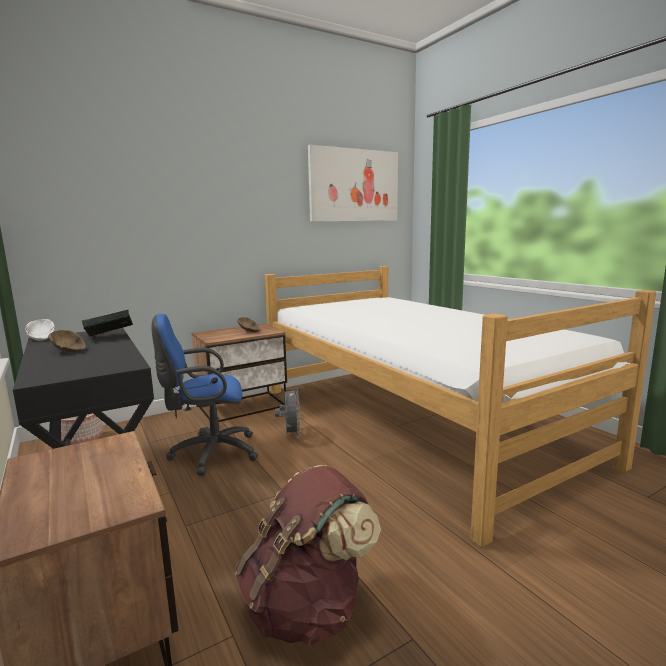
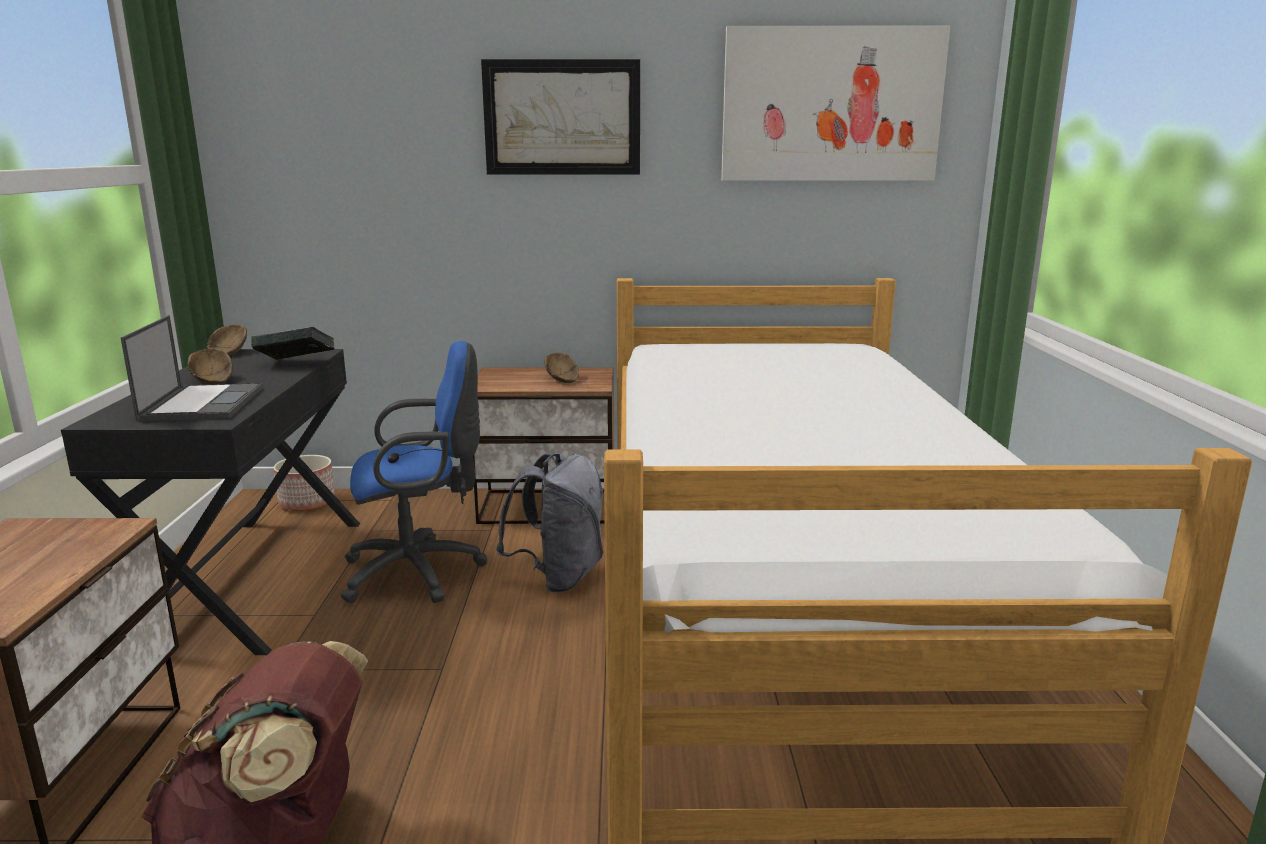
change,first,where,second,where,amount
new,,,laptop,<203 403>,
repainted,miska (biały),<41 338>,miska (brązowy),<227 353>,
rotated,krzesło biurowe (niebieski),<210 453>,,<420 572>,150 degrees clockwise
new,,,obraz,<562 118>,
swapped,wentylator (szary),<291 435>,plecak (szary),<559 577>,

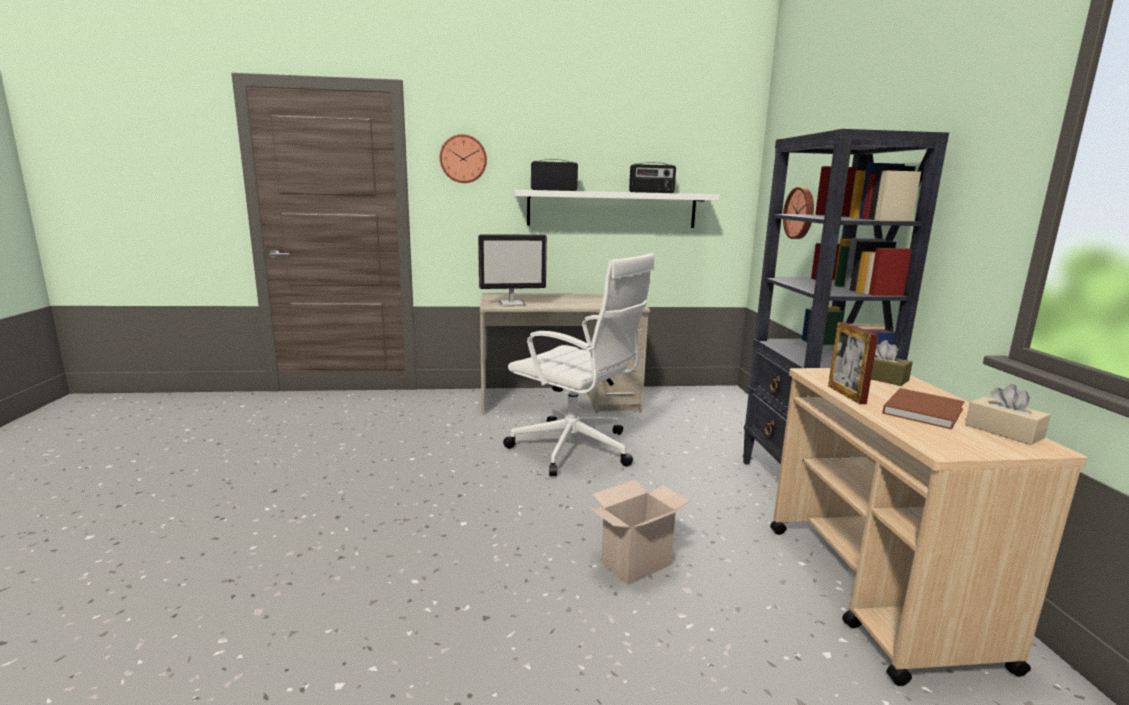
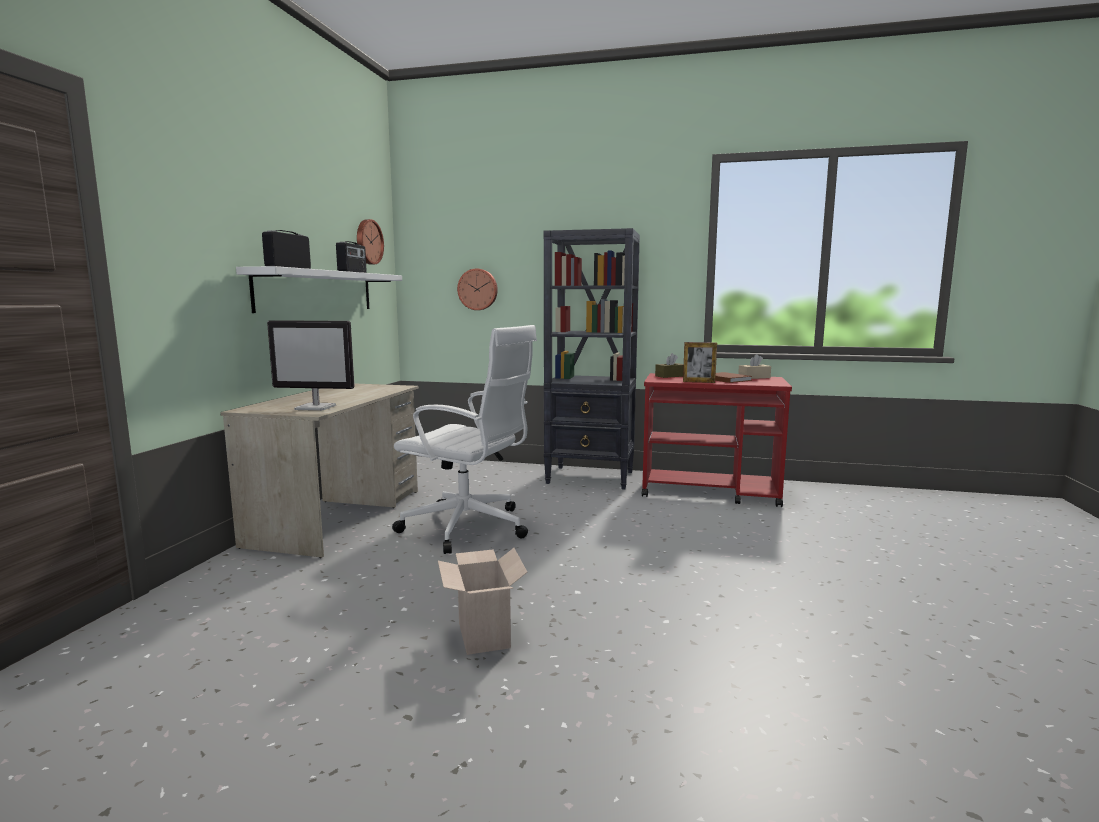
change,first,where,second,where,amount
rotated,monitor,<512 304>,,<316 408>,90 degrees clockwise
shifted,zegar ścienny,<463 159>,,<368 242>,
rotated,krzesło biurowe (biały),<575 449>,,<469 528>,60 degrees clockwise
shifted,karton,<636 562>,,<481 634>,
repainted,wózek (beżowy),<877 593>,wózek (czerwony),<710 492>,

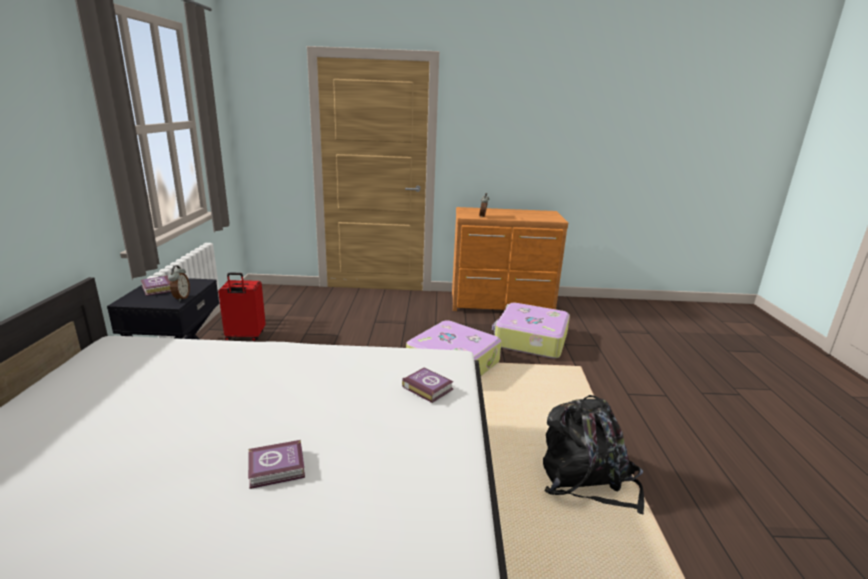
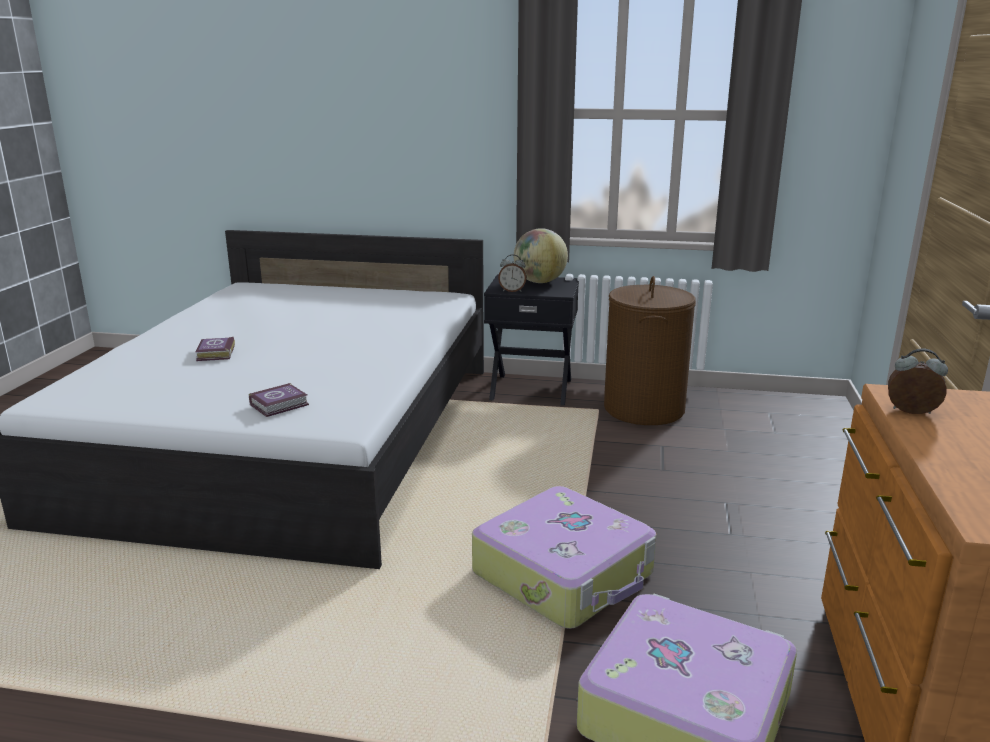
change,first,where,second,where,amount
swapped,książka,<157 289>,globus,<539 282>,
swapped,walizka (czerwony),<245 337>,kosz na pranie (brązowy),<643 409>,
gone,plecak (czarny),<586 479>,,,

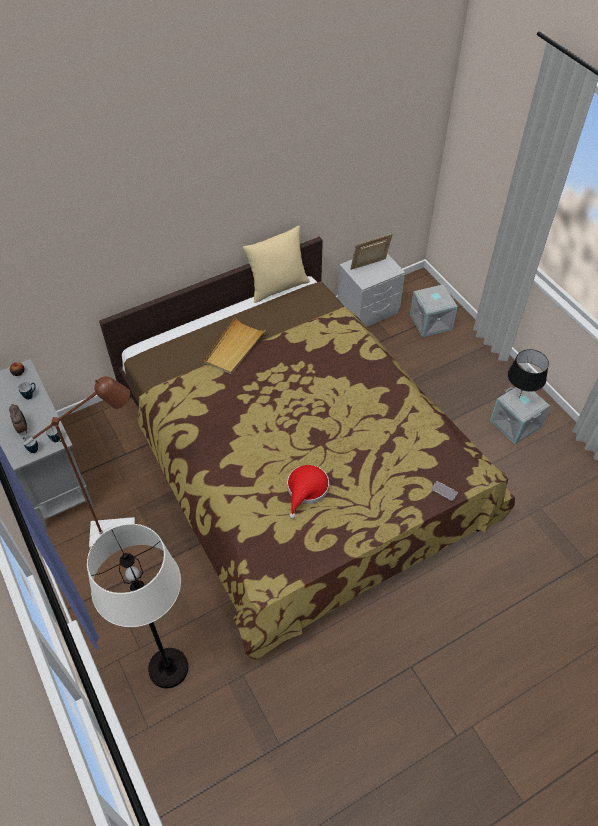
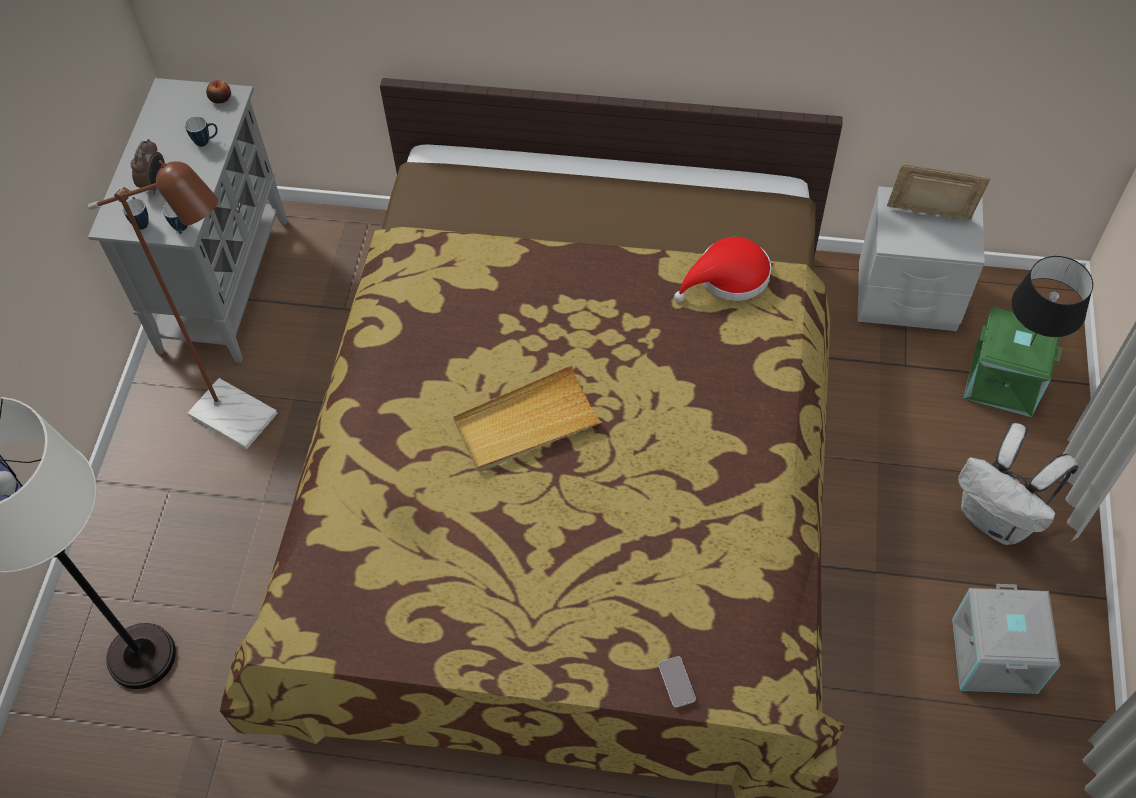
change,first,where,second,where,amount
shifted,taca (beżowy),<234 348>,,<526 423>,
shifted,kapelusz (czerwony),<306 490>,,<728 277>,
new,,,plecak (biały),<997 518>,
repainted,pojemnik do przechowywania (szary),<430 321>,pojemnik do przechowywania (zielony),<1004 379>,
shifted,lampa stołowa (czarny),<519 398>,,<1030 345>,
gone,poduszka (beżowy),<277 287>,,,

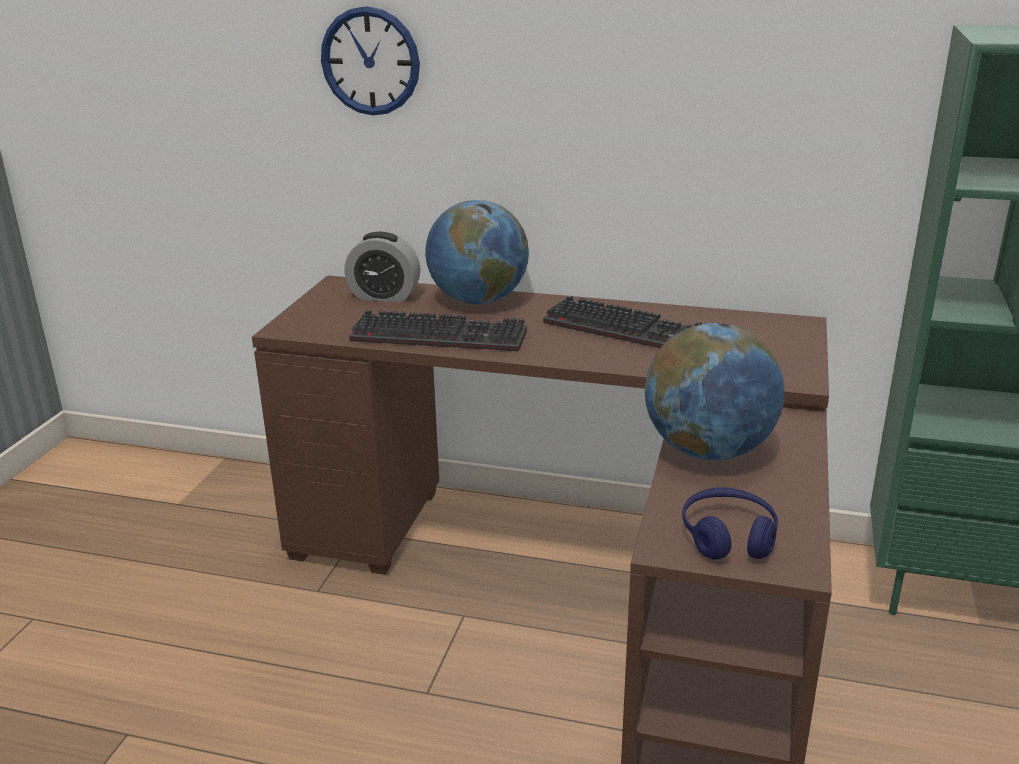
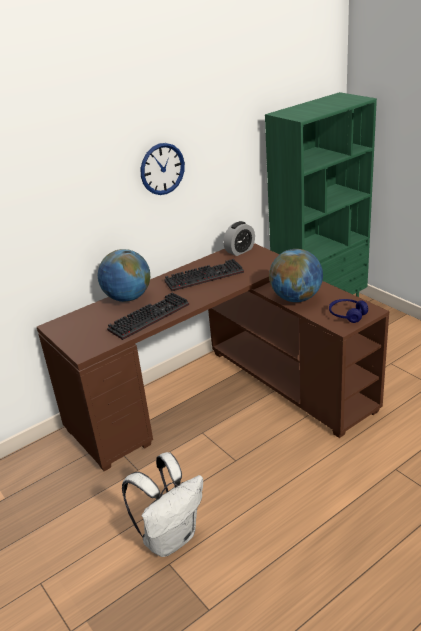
change,first,where,second,where,amount
new,,,plecak (biały),<171 537>,
shifted,zegar ścienny,<370 61>,,<162 169>,
shifted,budzik,<384 296>,,<240 251>,

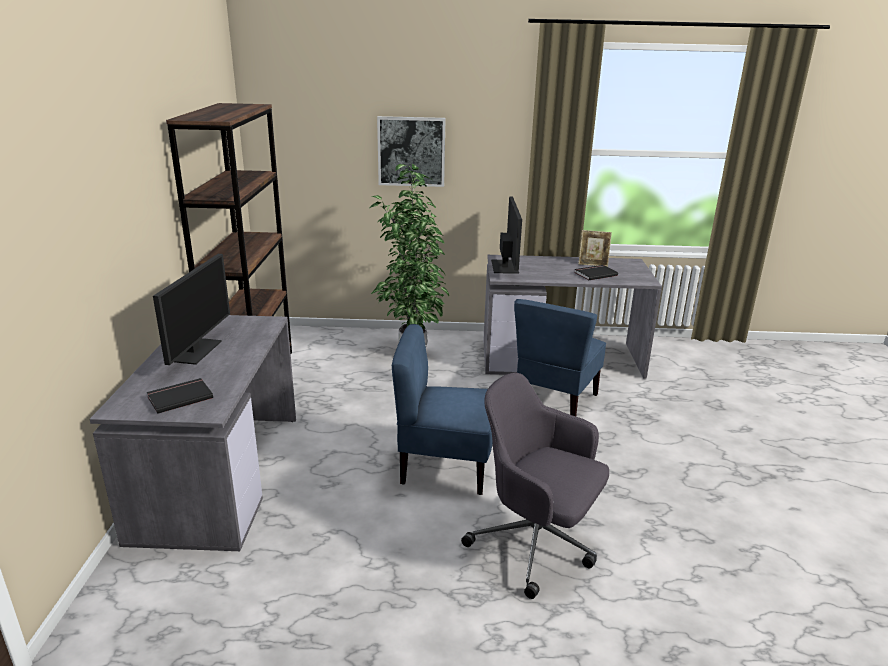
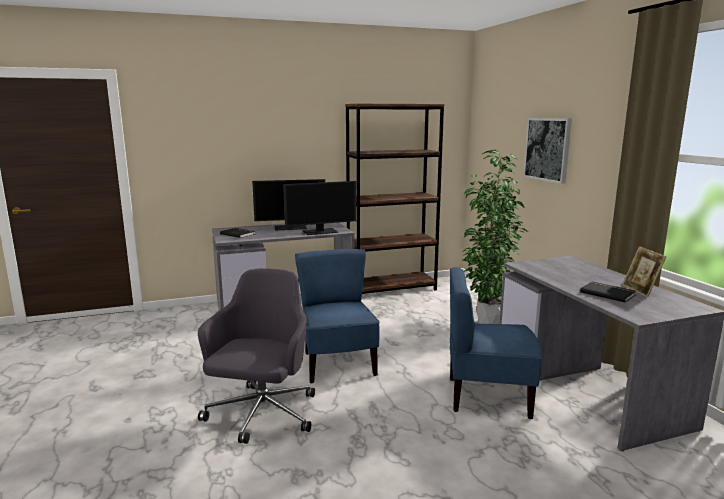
change,first,where,second,where,amount
shifted,monitor,<505 266>,,<320 231>,

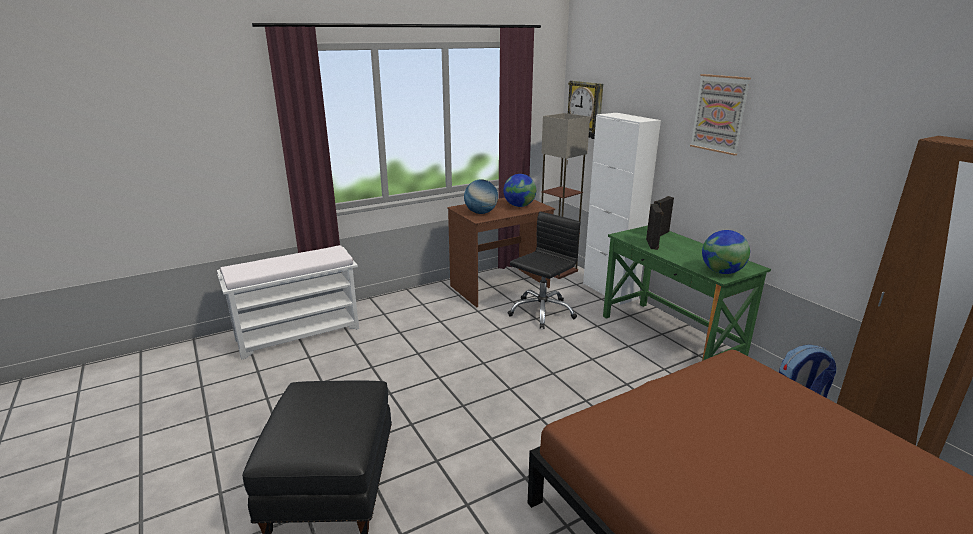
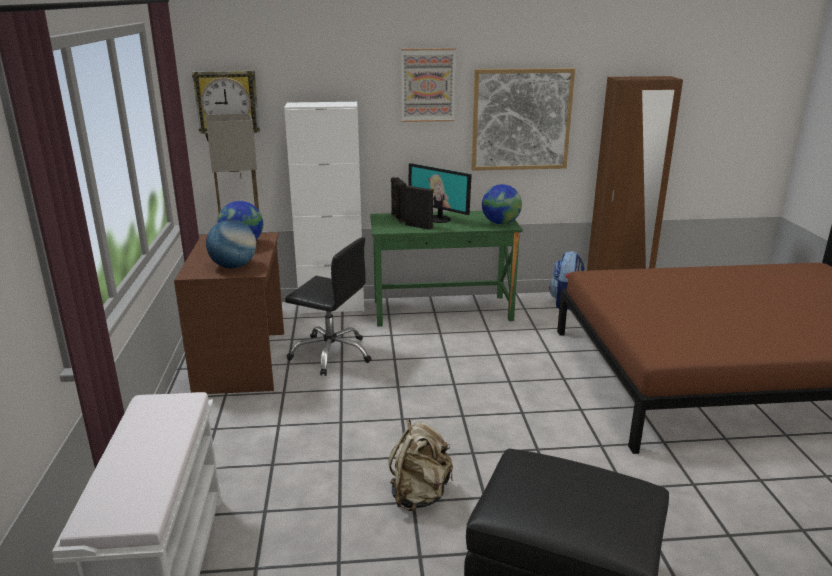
change,first,where,second,where,amount
rotated,krzesło biurowe (czarny),<541 311>,,<331 354>,135 degrees clockwise
new,,,plecak (beżowy),<419 495>,
new,,,monitor,<439 219>,
new,,,obraz,<521 119>,

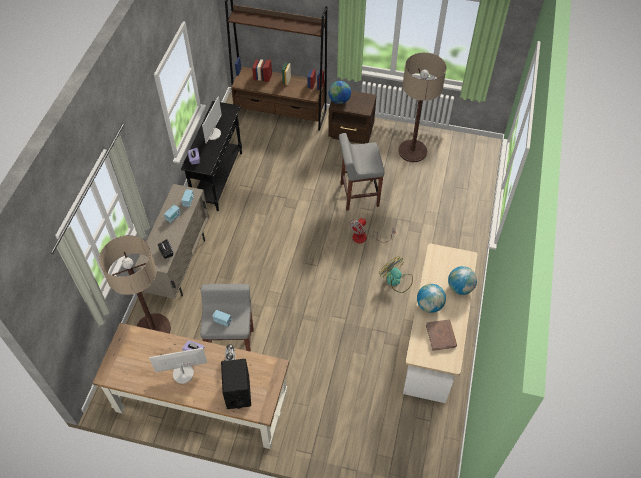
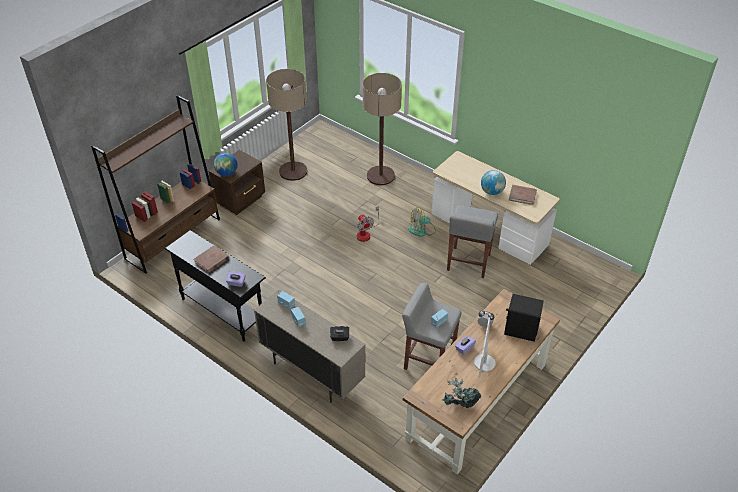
change,first,where,second,where,amount
swapped,monitor,<212 133>,książka (brązowy),<212 260>,
shifted,lampa stojąca,<153 329>,,<381 176>,
new,,,roślina doniczkowa,<459 407>,
shifted,stołek (szary),<358 195>,,<468 263>,
gone,globus,<460 288>,,,

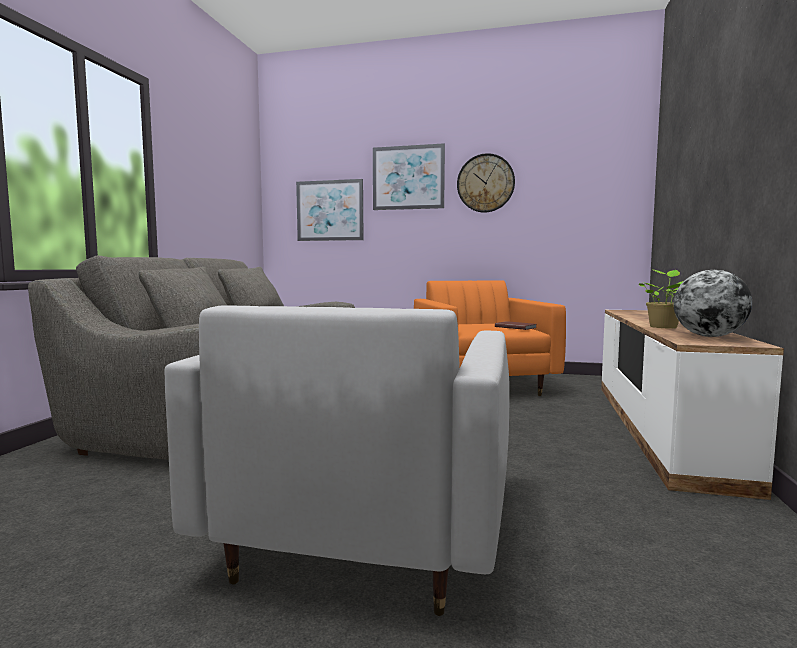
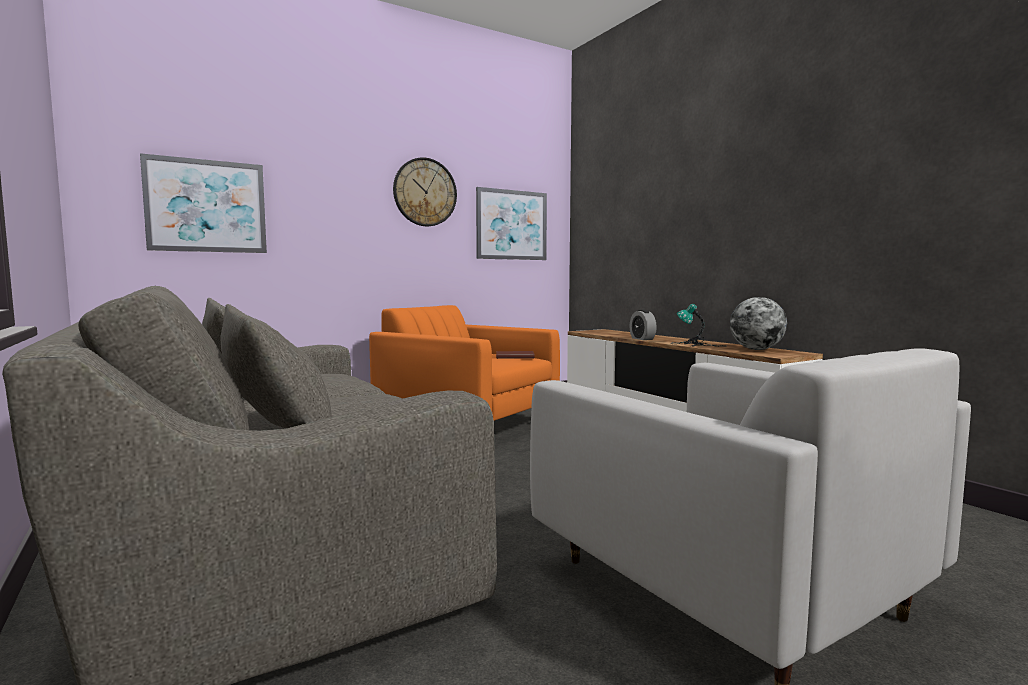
change,first,where,second,where,amount
shifted,obraz,<408 177>,,<511 225>,
new,,,budzik,<642 339>,
swapped,roślina doniczkowa,<663 327>,lampa stołowa,<695 344>,

